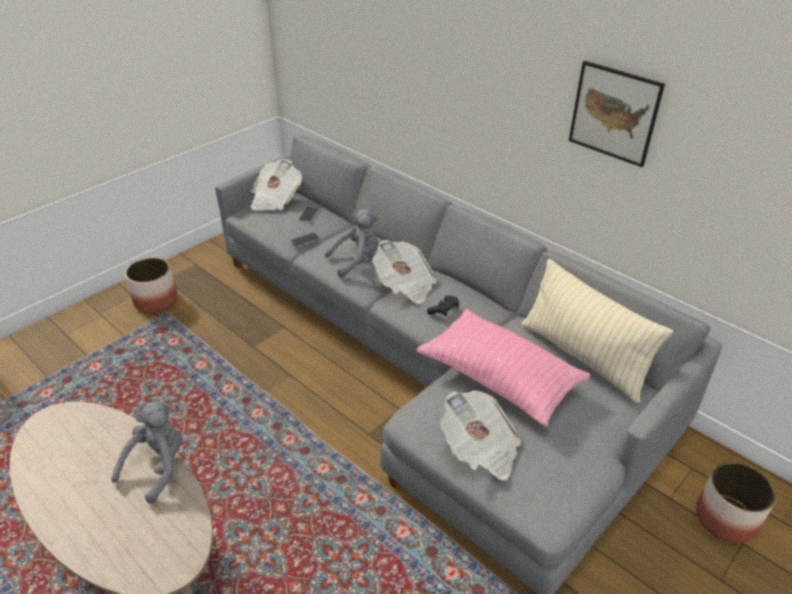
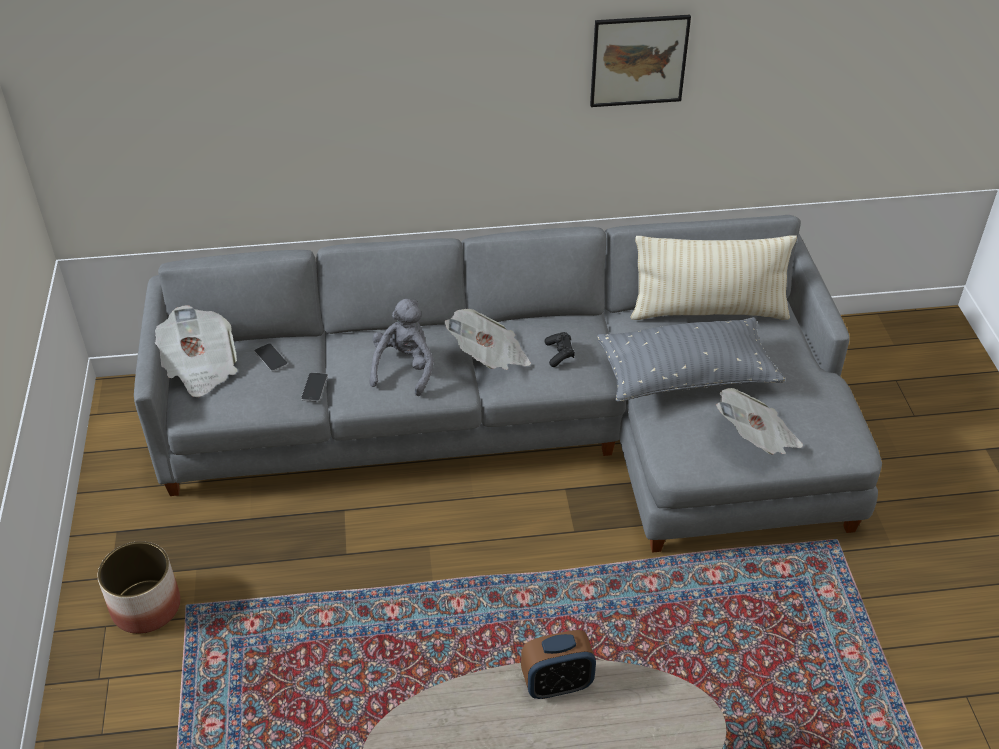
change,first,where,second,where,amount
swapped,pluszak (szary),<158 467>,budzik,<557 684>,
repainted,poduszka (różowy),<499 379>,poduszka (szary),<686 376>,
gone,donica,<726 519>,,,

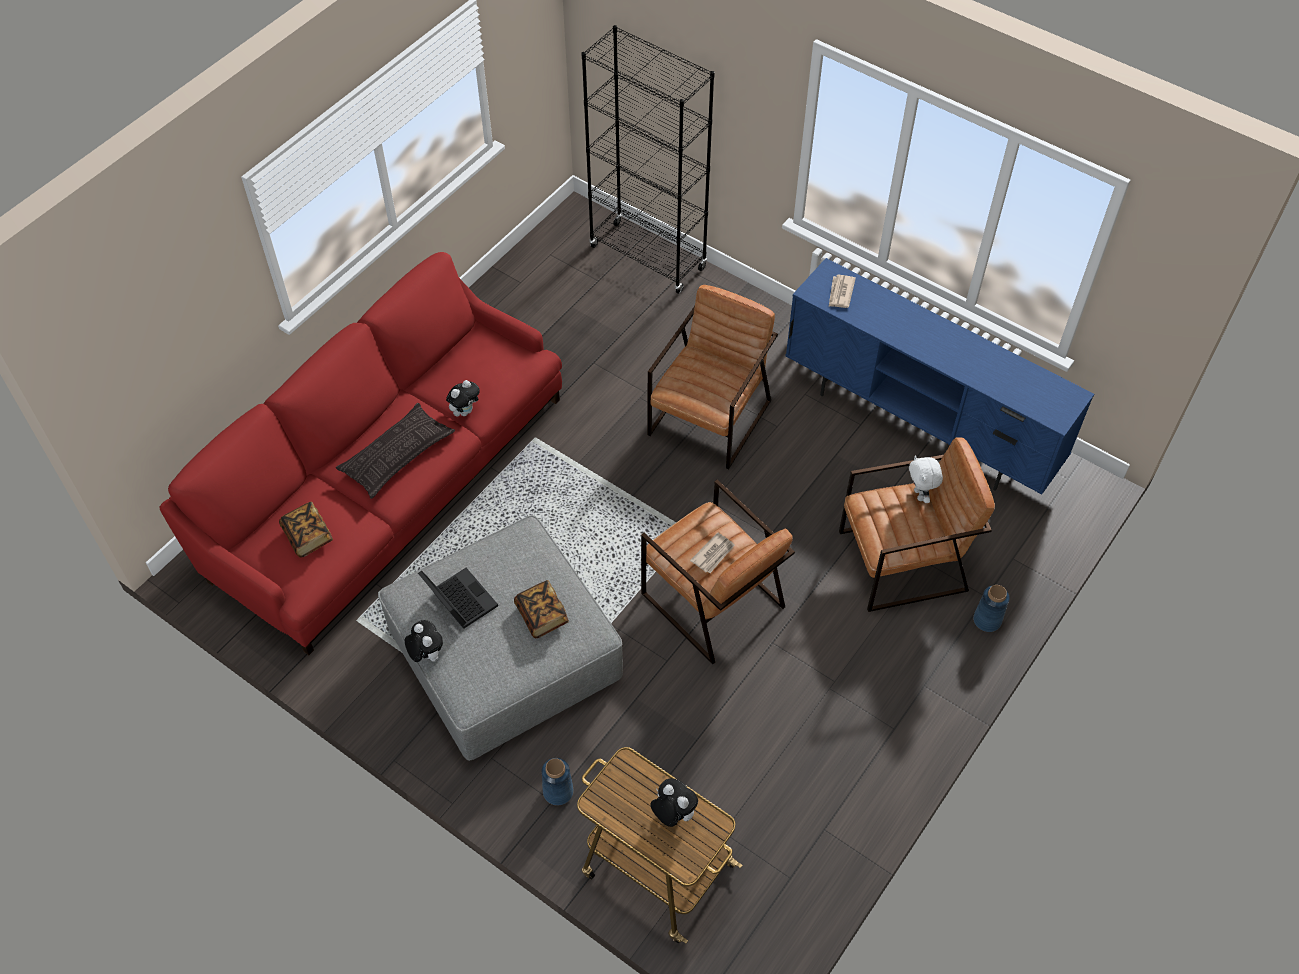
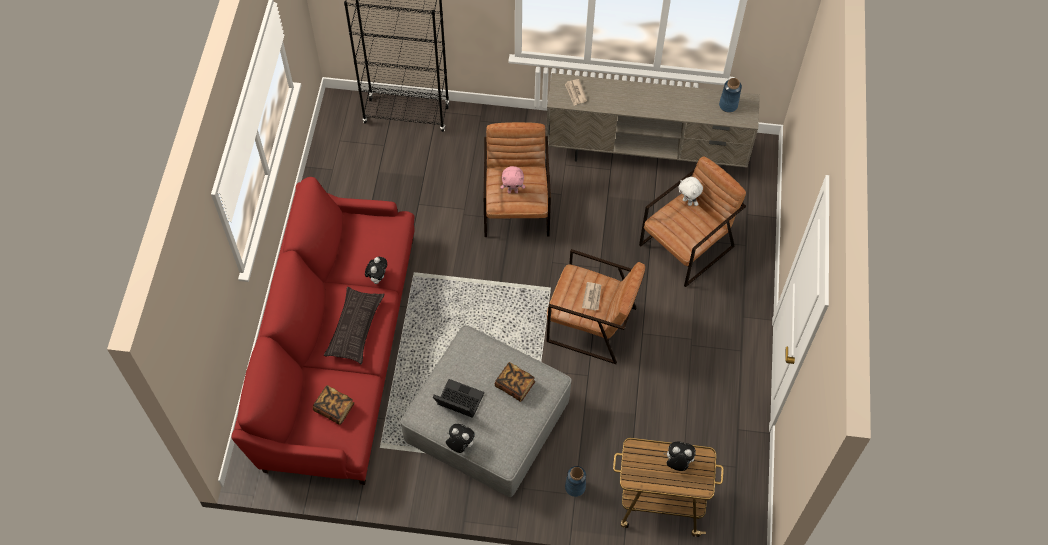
change,first,where,second,where,amount
new,,,pluszak (różowy),<513 191>,
repainted,szafka pod telewizor (niebieski),<920 425>,szafka pod telewizor (beżowy),<646 154>,
shifted,wazon (niebieski),<987 620>,,<728 105>,

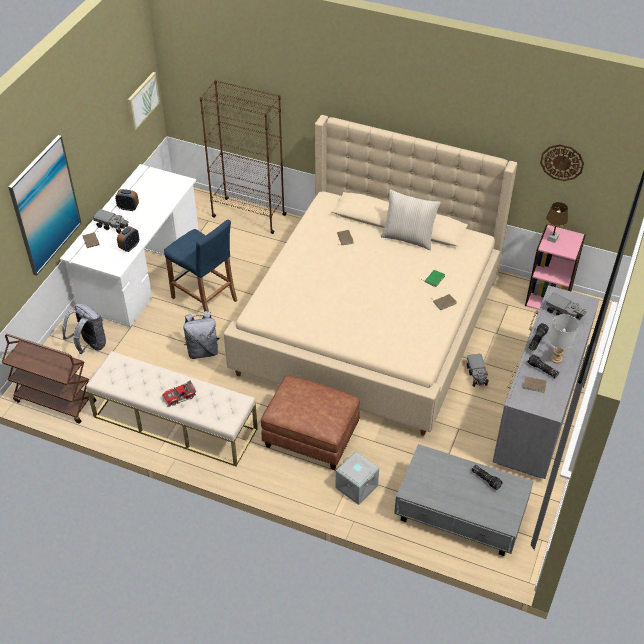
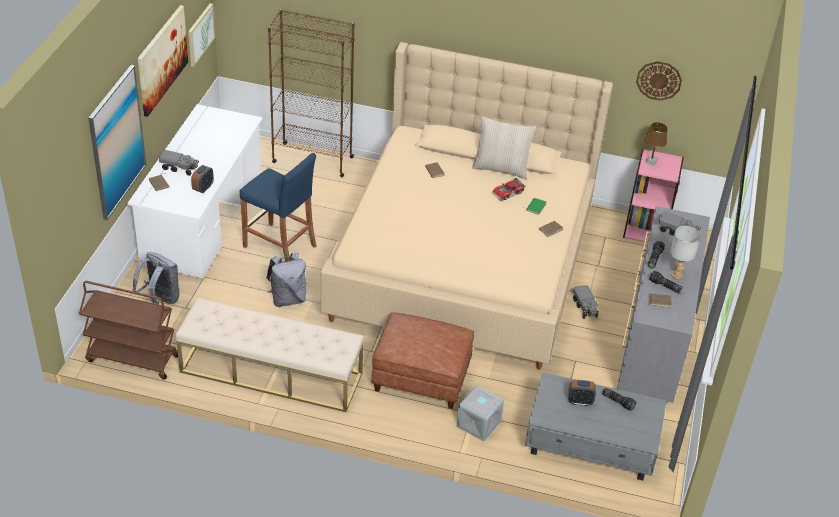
change,first,where,second,where,amount
new,,,obraz,<162 59>,
shifted,samochodzik,<179 397>,,<508 193>,
shifted,budzik,<128 208>,,<580 401>,

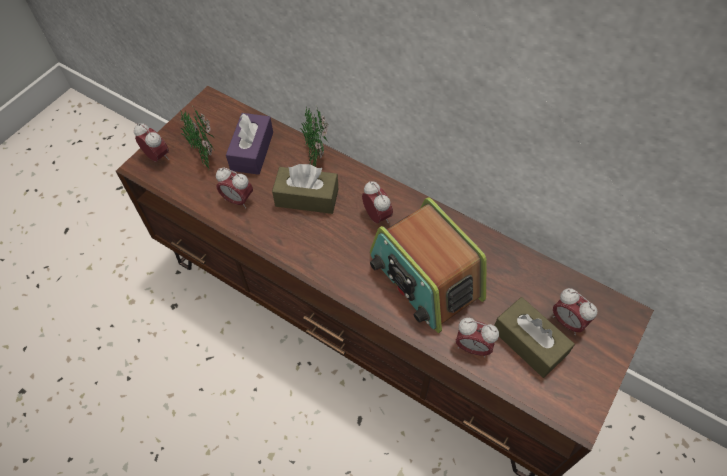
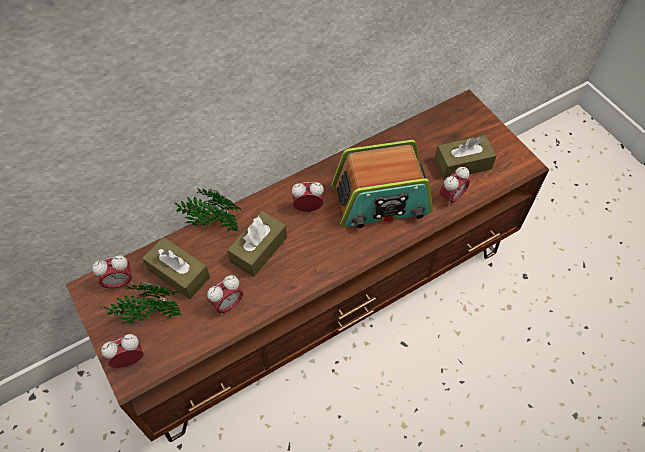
change,first,where,second,where,amount
shifted,budzik,<567 322>,,<119 282>,
repainted,pudełko chusteczek (fioletowy),<252 151>,pudełko chusteczek (brązowy),<179 273>,

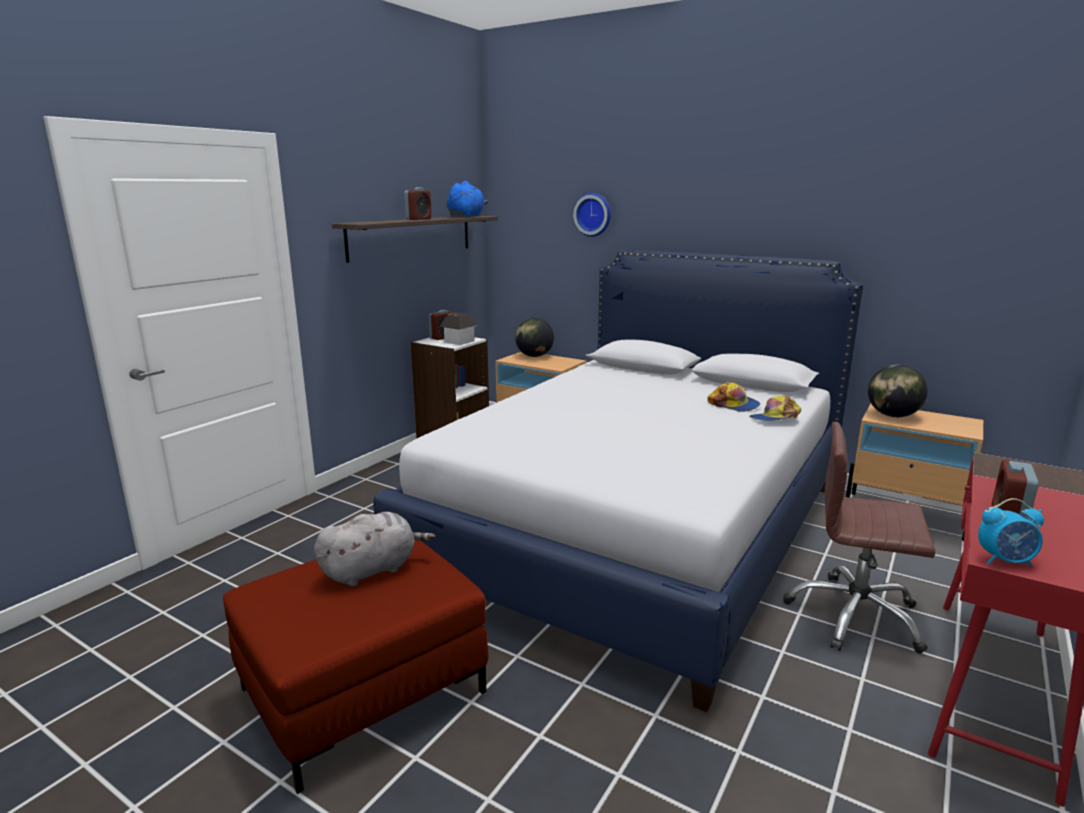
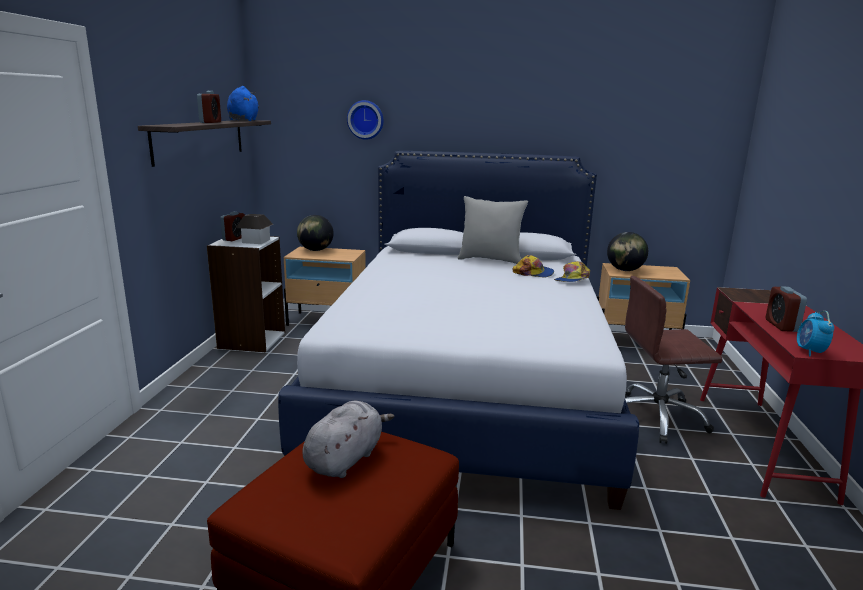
change,first,where,second,where,amount
new,,,poduszka (szary),<490 260>,
rotated,budzik,<1005 561>,,<810 352>,120 degrees clockwise

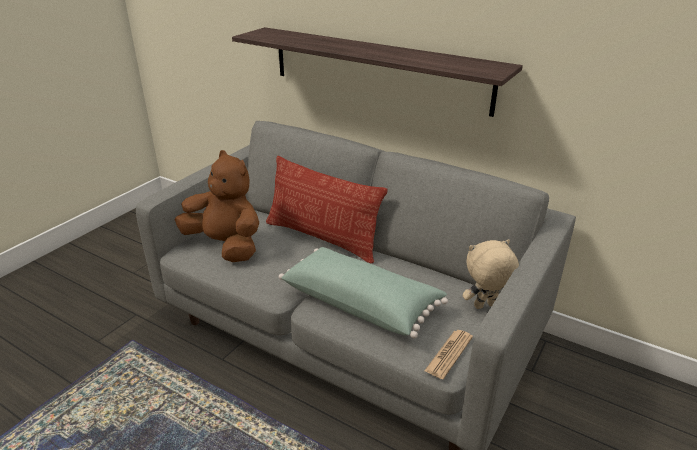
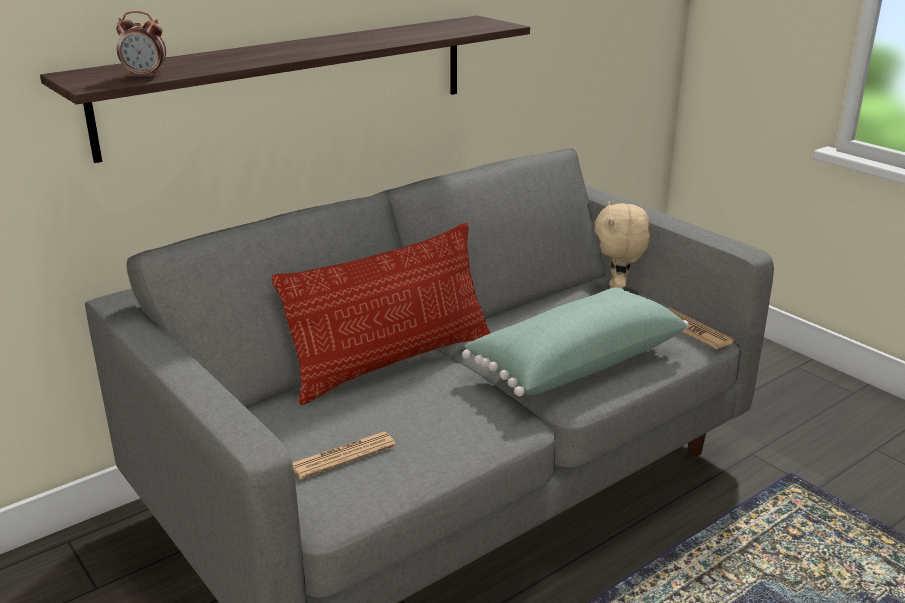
change,first,where,second,where,amount
new,,,budzik,<145 76>,
swapped,pluszak (brązowy),<226 245>,gazeta,<343 456>,

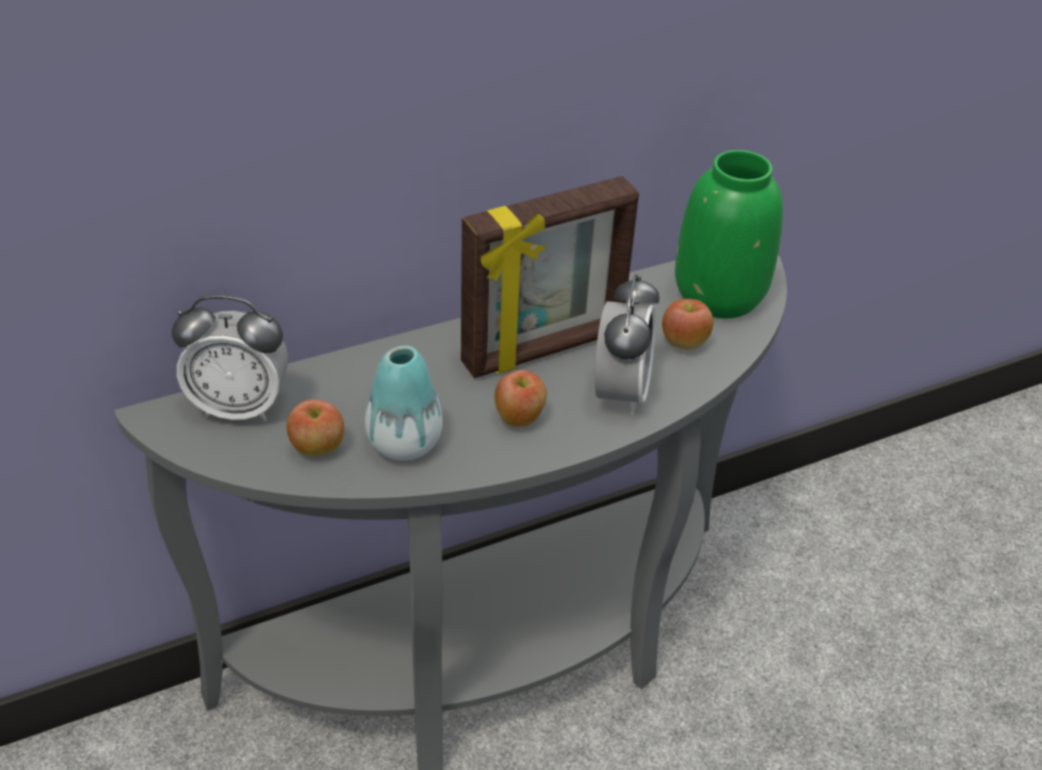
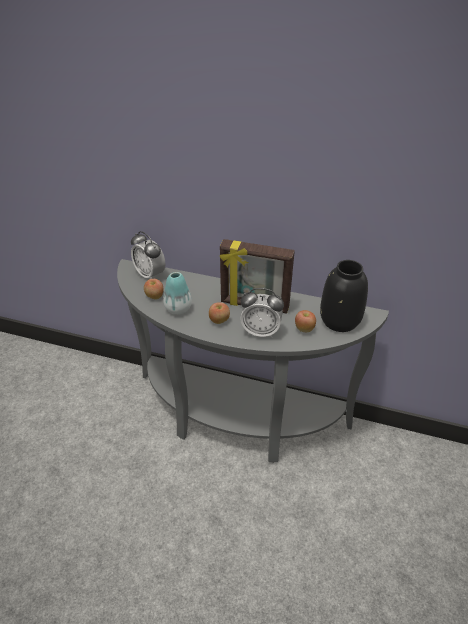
change,first,where,second,where,amount
rotated,budzik,<620 393>,,<260 331>,45 degrees clockwise
repainted,wazon (zielony),<720 295>,wazon (czarny),<340 321>,

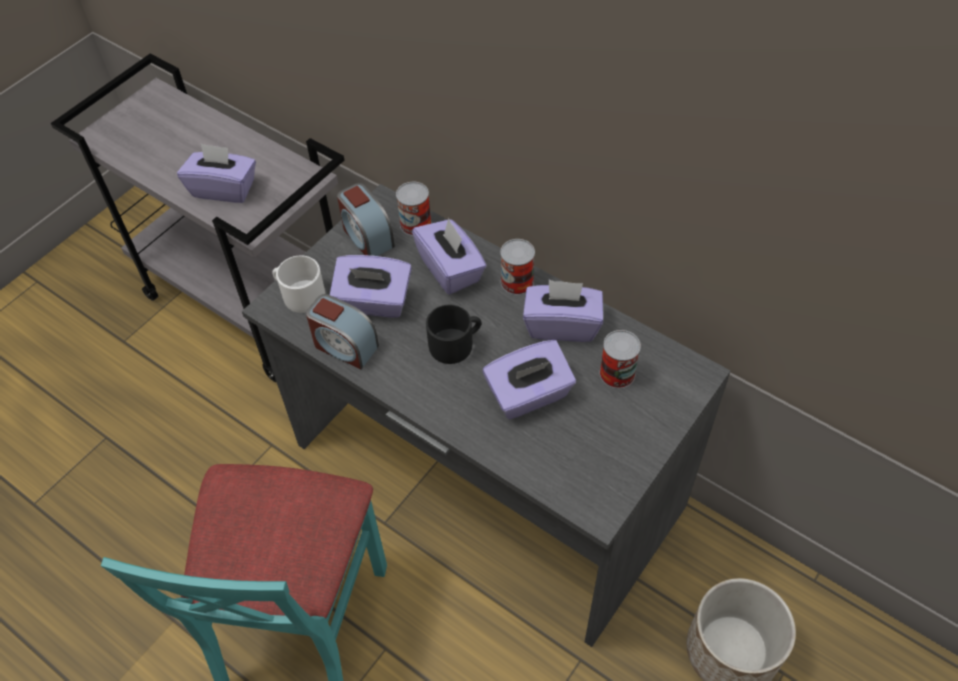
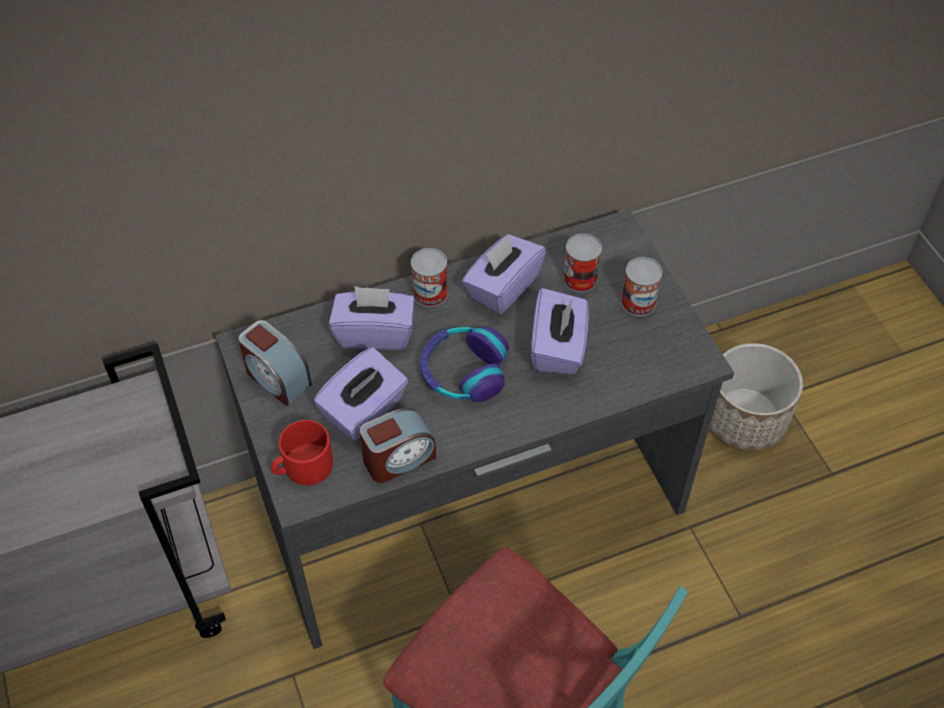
change,first,where,second,where,amount
rotated,budzik,<367 237>,,<277 378>,45 degrees clockwise
repainted,kubek (biały),<299 294>,kubek (czerwony),<302 467>,
swapped,kubek (czarny),<456 343>,słuchawki,<463 371>,
shifted,puszka,<415 224>,,<638 302>,
gone,pudełko chusteczek (fioletowy),<224 189>,,,

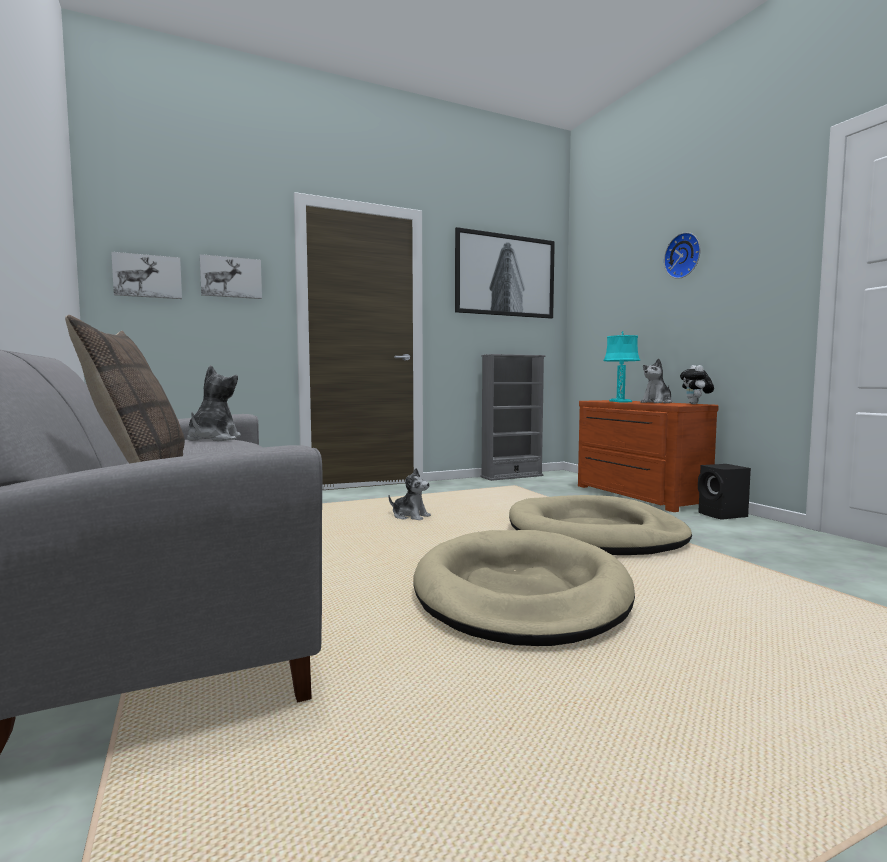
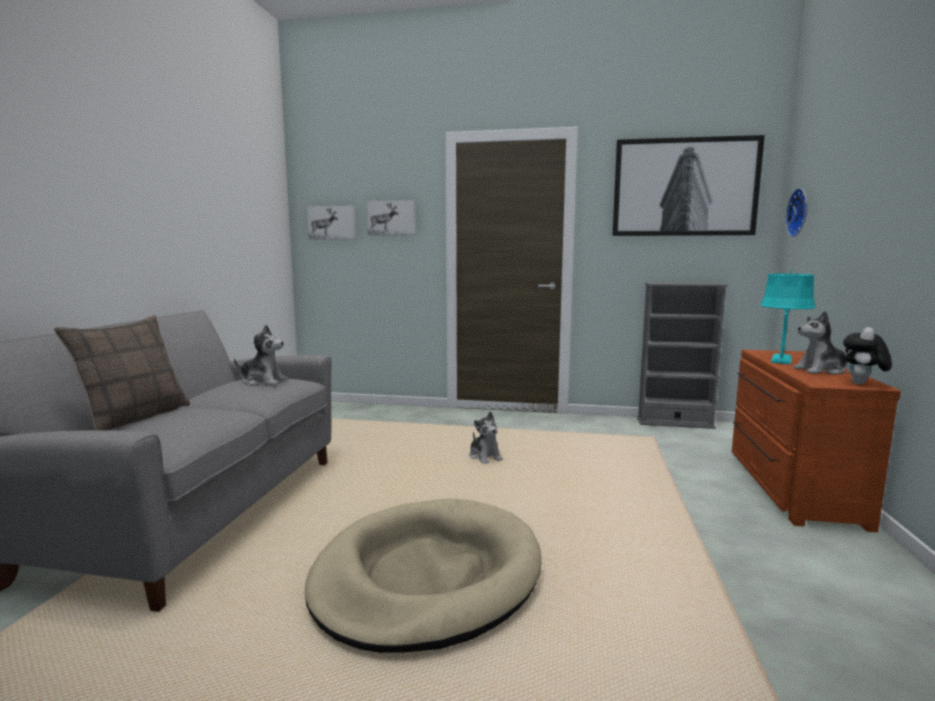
change,first,where,second,where,amount
rotated,pluszak,<213 439>,,<263 381>,60 degrees clockwise
shifted,zegar ścienny,<684 256>,,<800 212>,
gone,legowisko (beżowy),<595 534>,,,
gone,głośnik (czarny),<723 515>,,,

